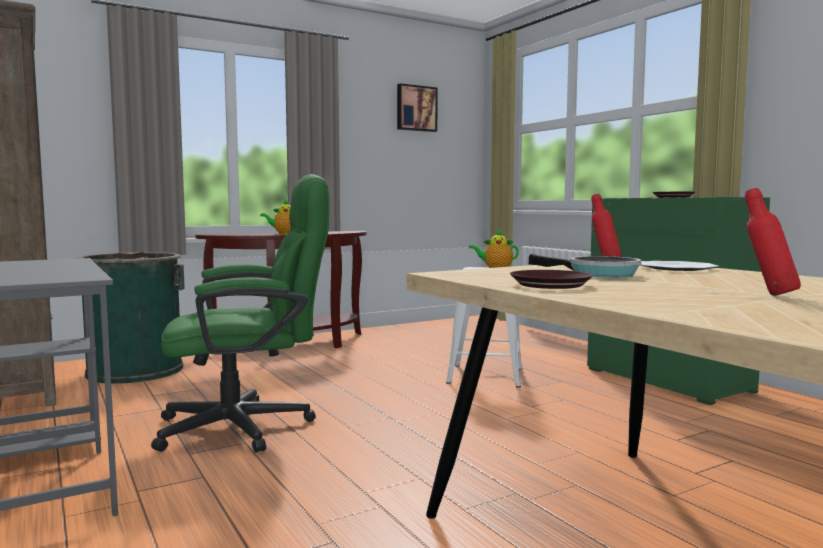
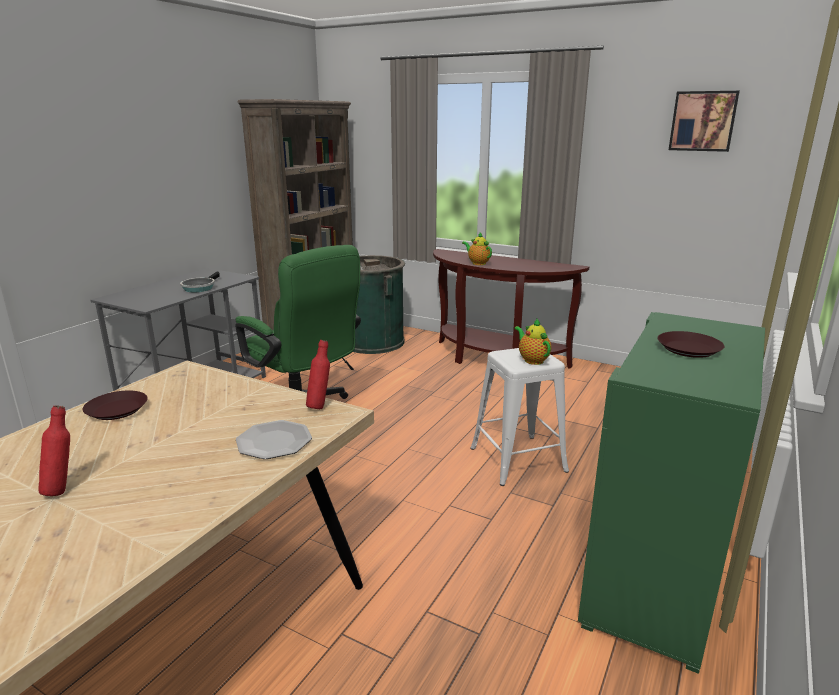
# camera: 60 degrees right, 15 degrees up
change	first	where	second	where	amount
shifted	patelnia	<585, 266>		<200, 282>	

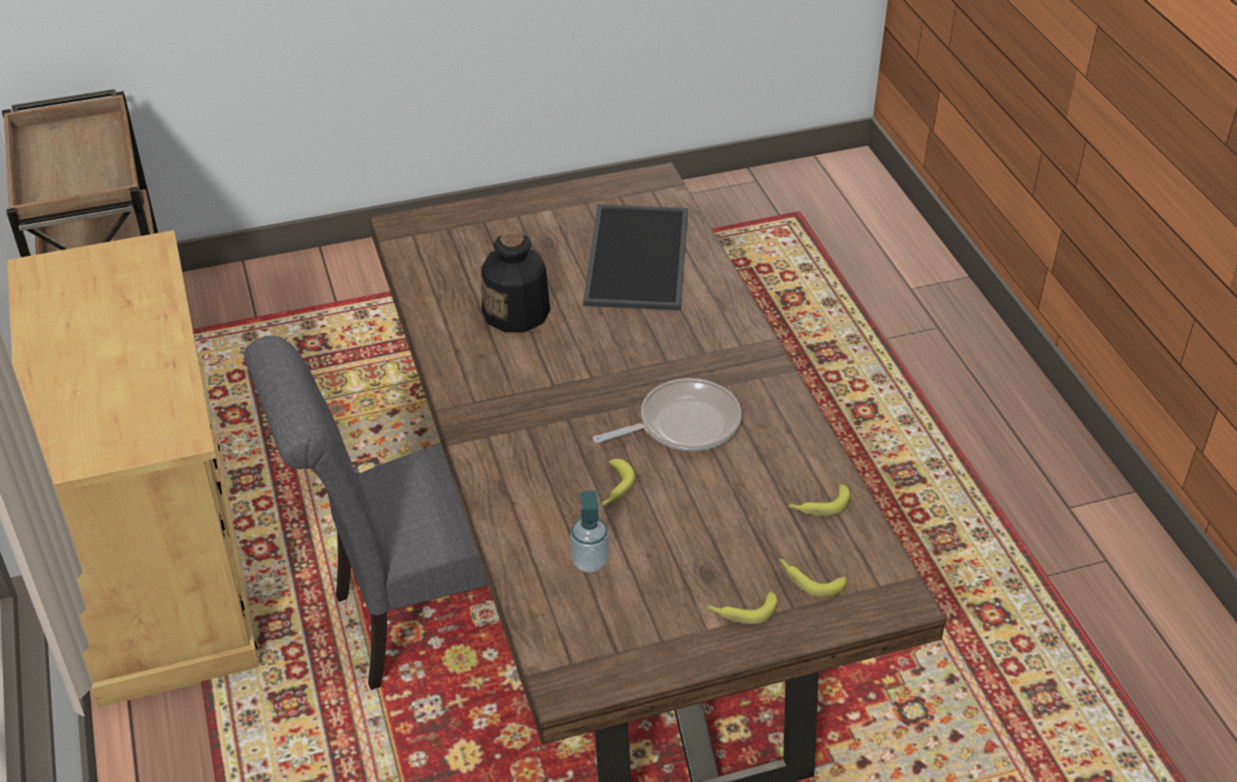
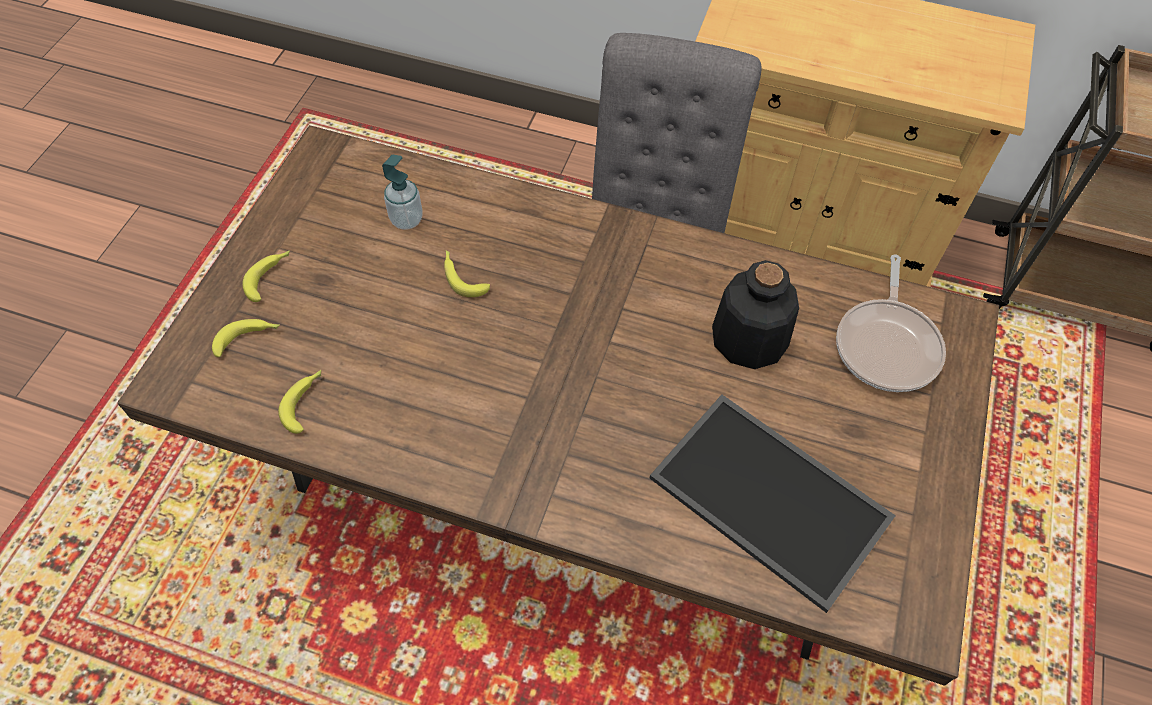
# camera: 125 degrees right, 15 degrees up
change	first	where	second	where	amount
shifted	patelnia	<667, 415>		<891, 323>	

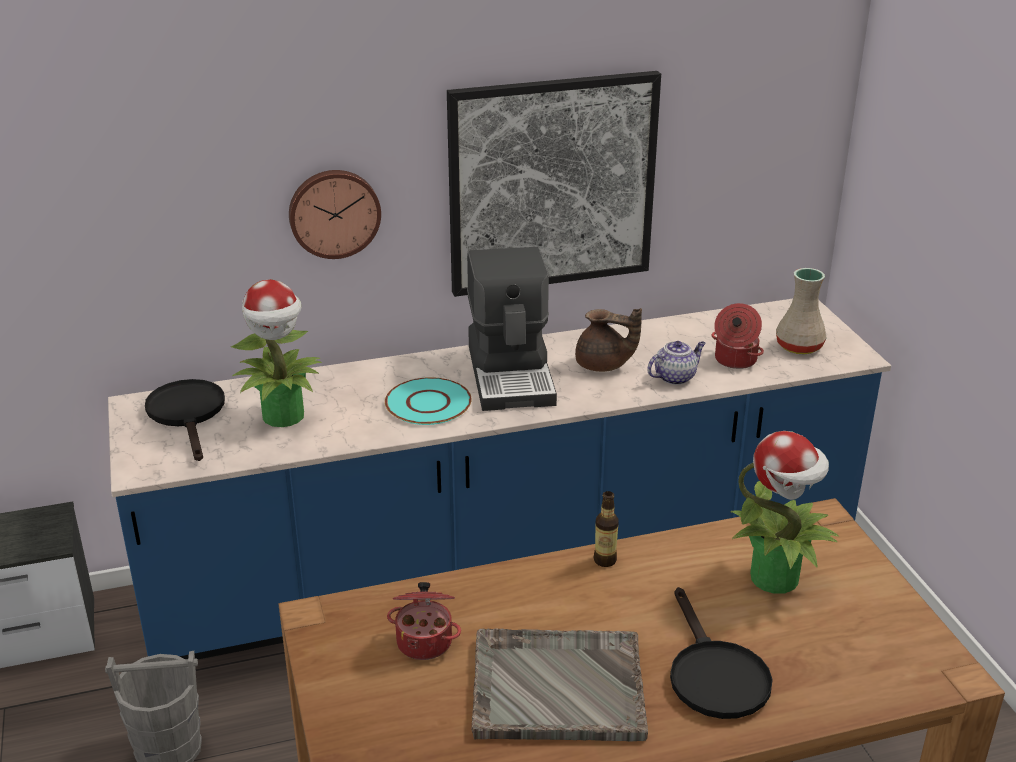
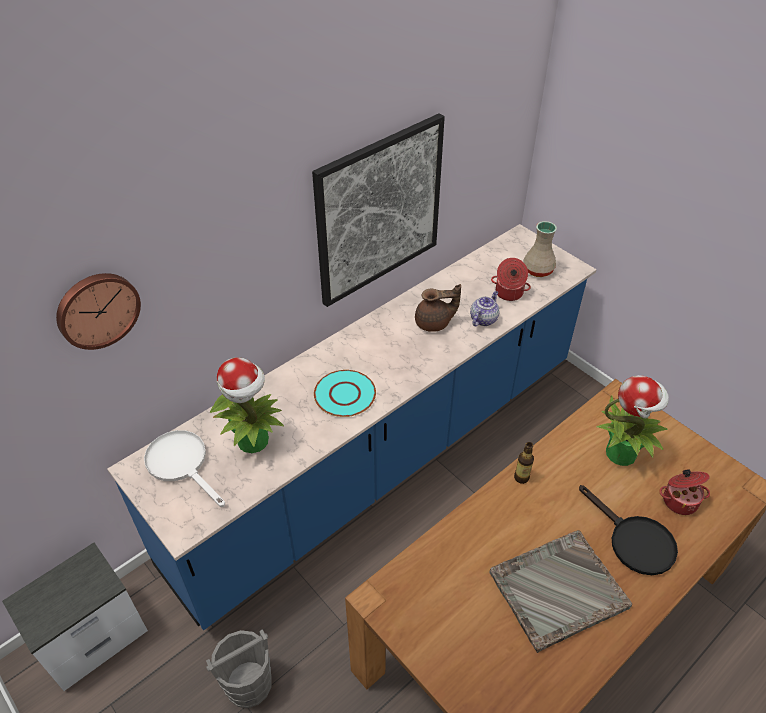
# camera: 25 degrees left, 15 degrees up
change	first	where	second	where	amount
shifted	zegar ścienny	<335, 214>		<98, 311>	
gone	ekspres do kawy	<512, 329>			
repainted	patelnia/czarny	<185, 420>	patelnia/biały	<184, 468>	
shifted	garnek	<424, 621>		<684, 492>	

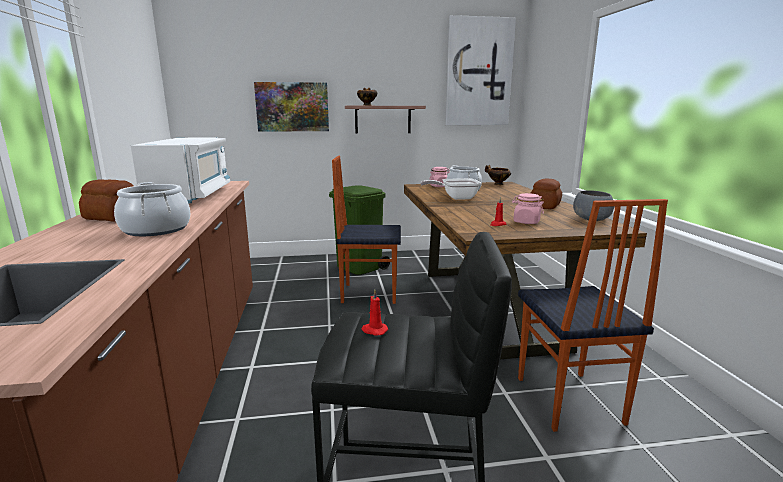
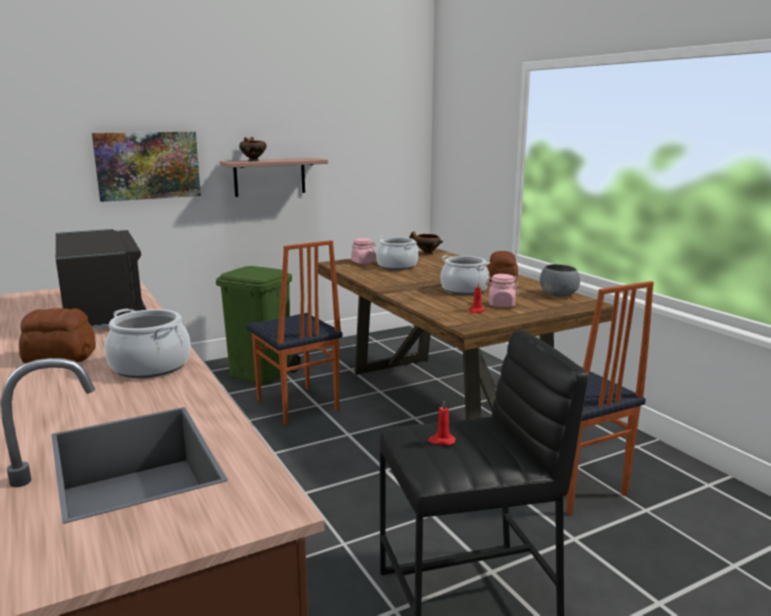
# camera: 20 degrees left, 0 degrees up
change	first	where	second	where	amount
gone	obraz	<480, 70>			
repainted	mikrofalówka/biały	<180, 170>	mikrofalówka/czarny	<101, 278>	
rotated	krzesło	<366, 230>		<295, 332>	105 degrees counterclockwise
gone	patelnia	<450, 189>			
new			garnek	<465, 275>	

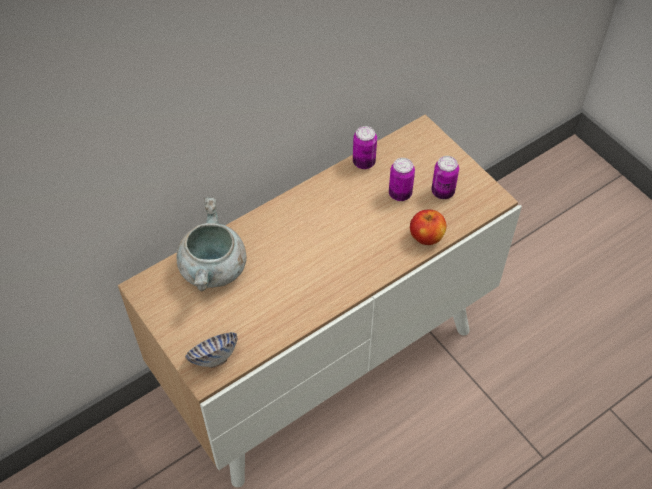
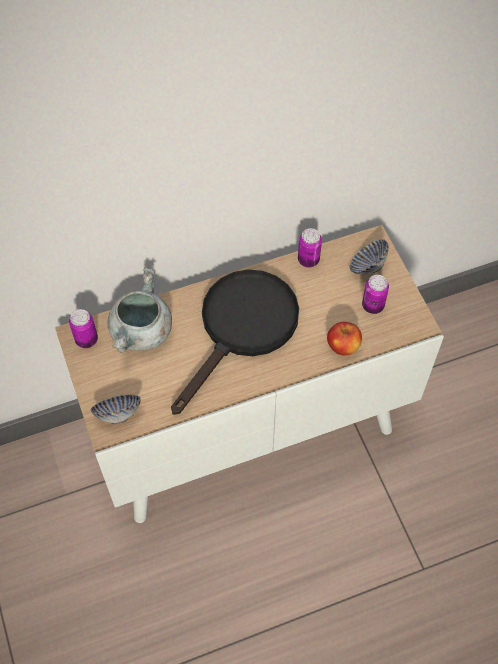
# camera: 15 degrees right, 5 degrees up
change	first	where	second	where	amount
shifted	puszka	<402, 179>		<83, 328>	
new			miska	<369, 256>	
new			patelnia/czarny	<235, 342>	

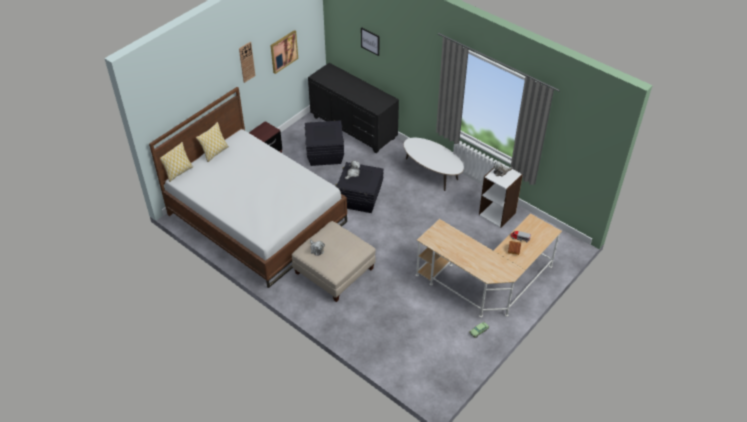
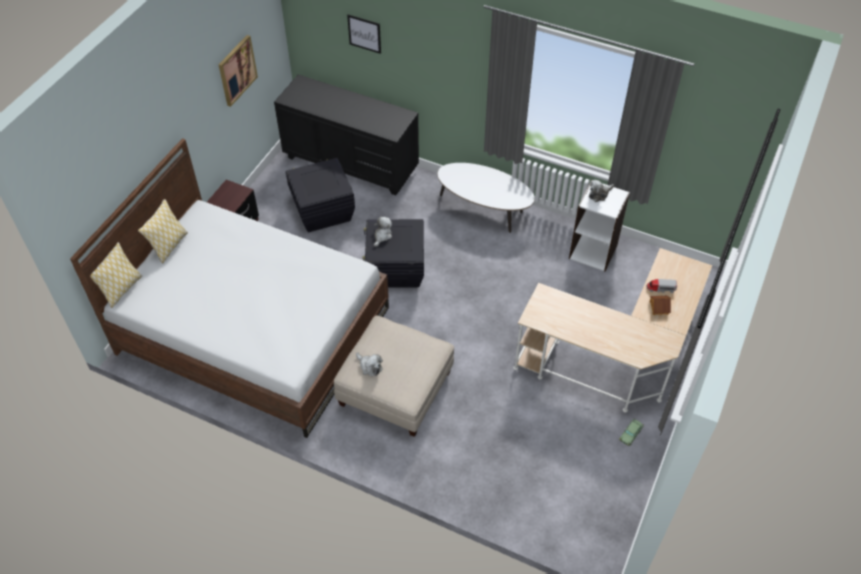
# camera: 15 degrees left, 5 degrees up
change	first	where	second	where	amount
gone	zegar ścienny	<247, 62>			

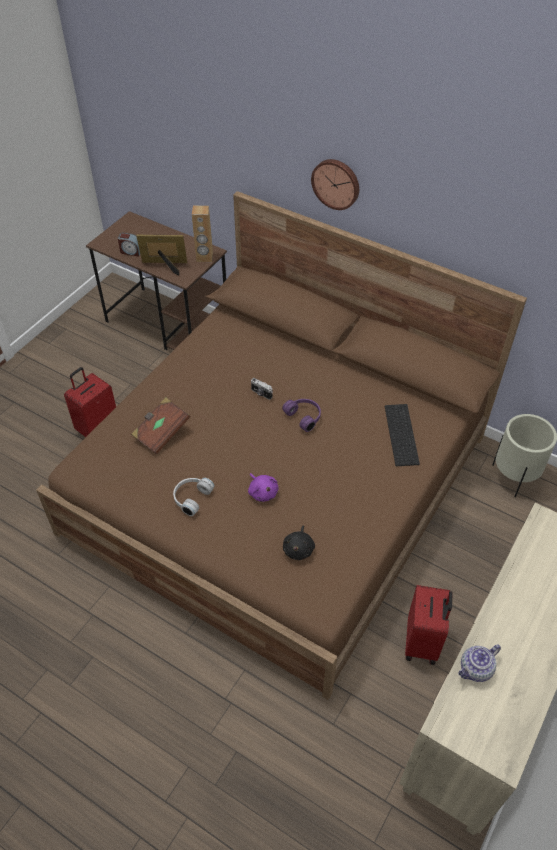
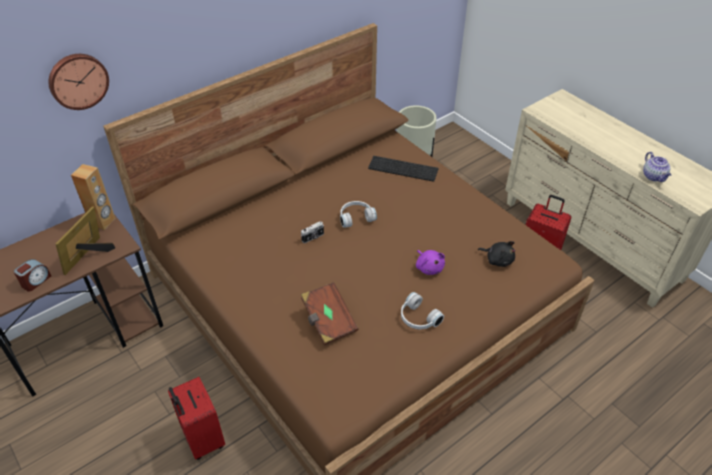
# camera: 70 degrees left, 5 degrees down
change	first	where	second	where	amount
shifted	zegar ścienny	<335, 184>		<78, 82>	
repainted	słuchawki/fioletowy	<301, 415>	słuchawki/biały	<358, 214>	
rotated	pluszak/fioletowy	<263, 487>		<430, 262>	75 degrees clockwise

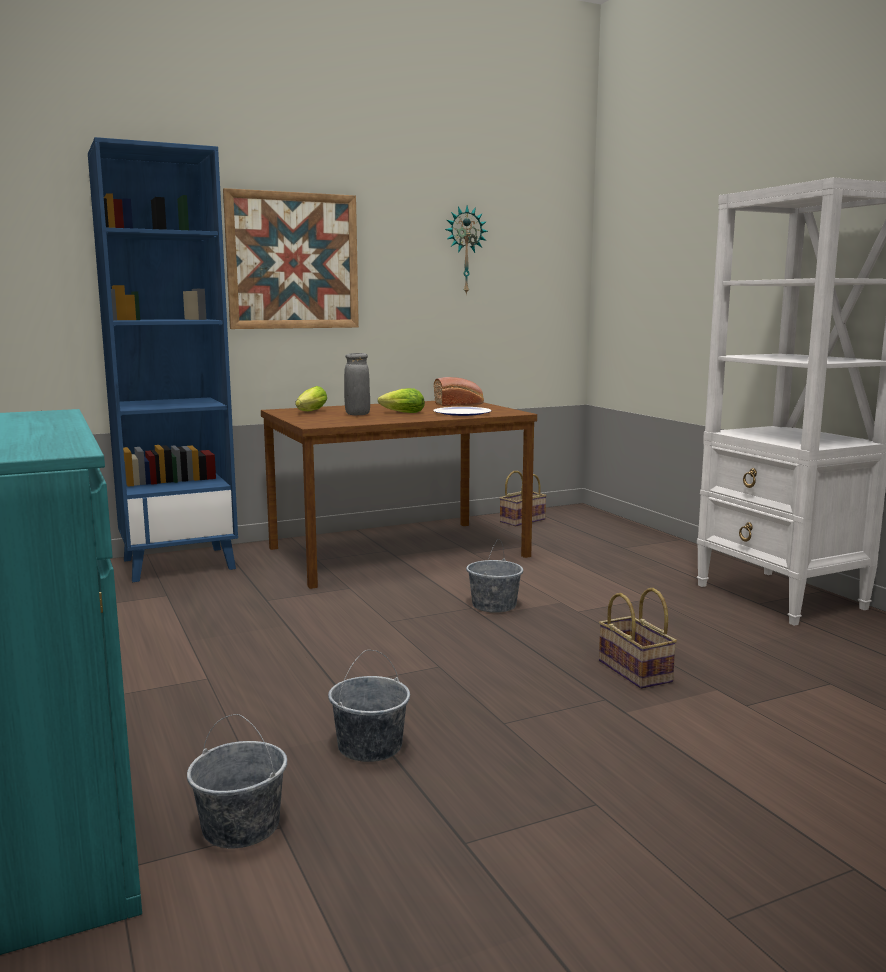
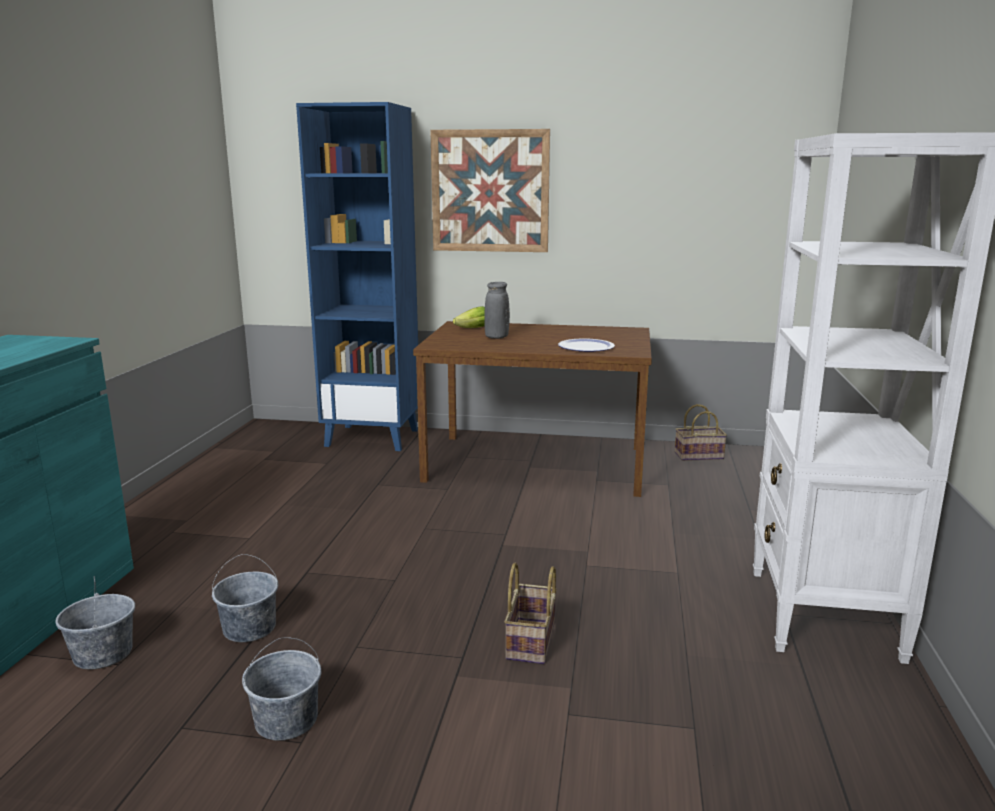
# camera: 35 degrees right, 5 degrees up
change	first	where	second	where	amount
gone	zegar ścienny	<466, 250>			
gone	chleb	<459, 391>			
gone	sałata	<401, 400>			
shifted	wiadro/szary	<494, 576>		<282, 689>	

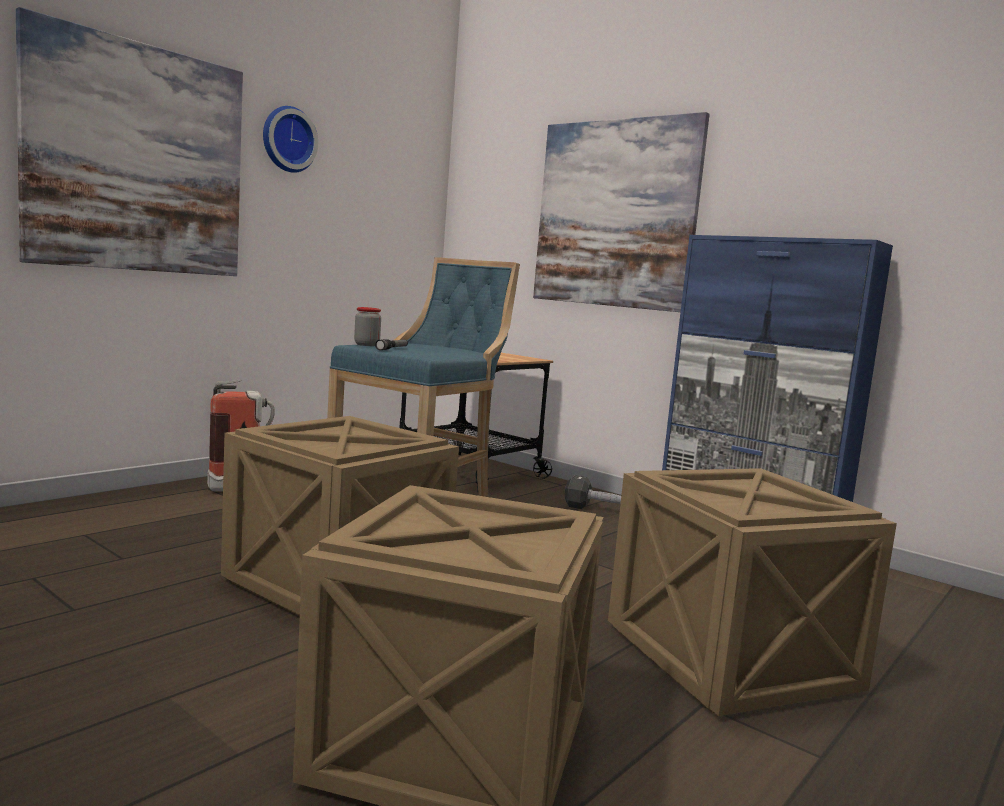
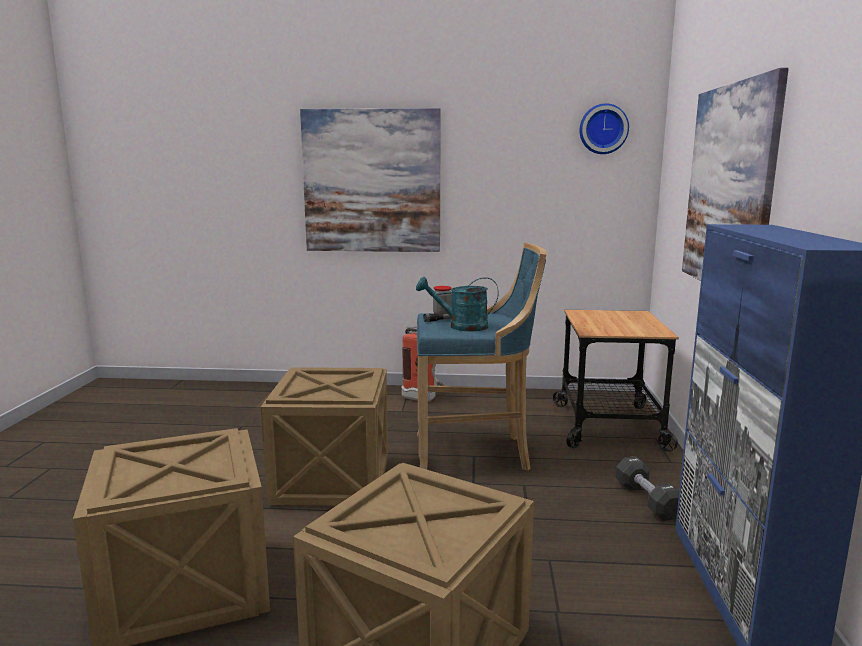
# camera: 55 degrees right, 5 degrees up
change	first	where	second	where	amount
shifted	zegar ścienny	<290, 139>		<604, 128>	
new			konewka/turkusowy	<457, 304>	

